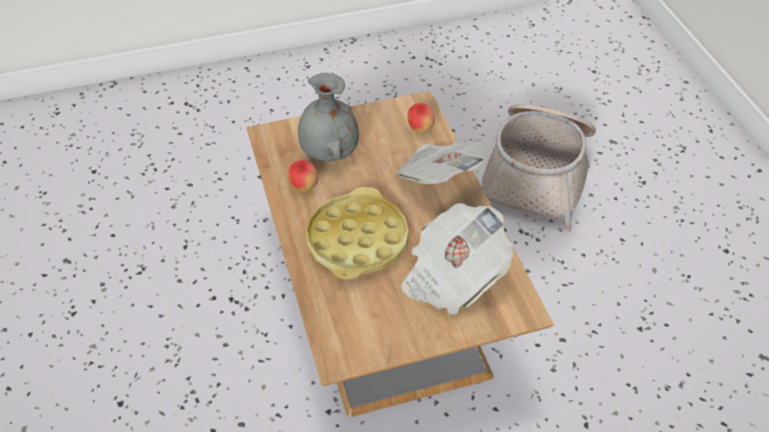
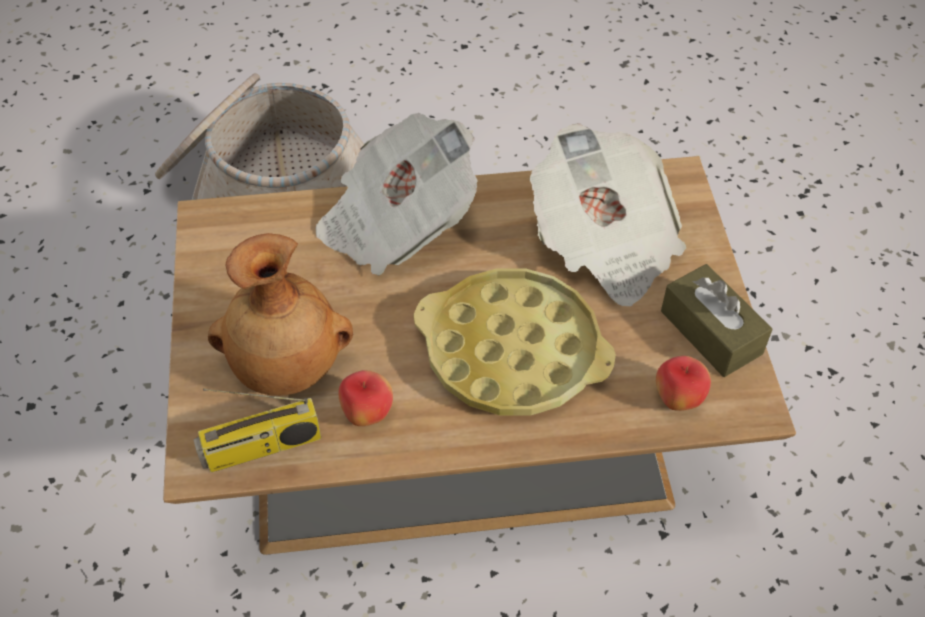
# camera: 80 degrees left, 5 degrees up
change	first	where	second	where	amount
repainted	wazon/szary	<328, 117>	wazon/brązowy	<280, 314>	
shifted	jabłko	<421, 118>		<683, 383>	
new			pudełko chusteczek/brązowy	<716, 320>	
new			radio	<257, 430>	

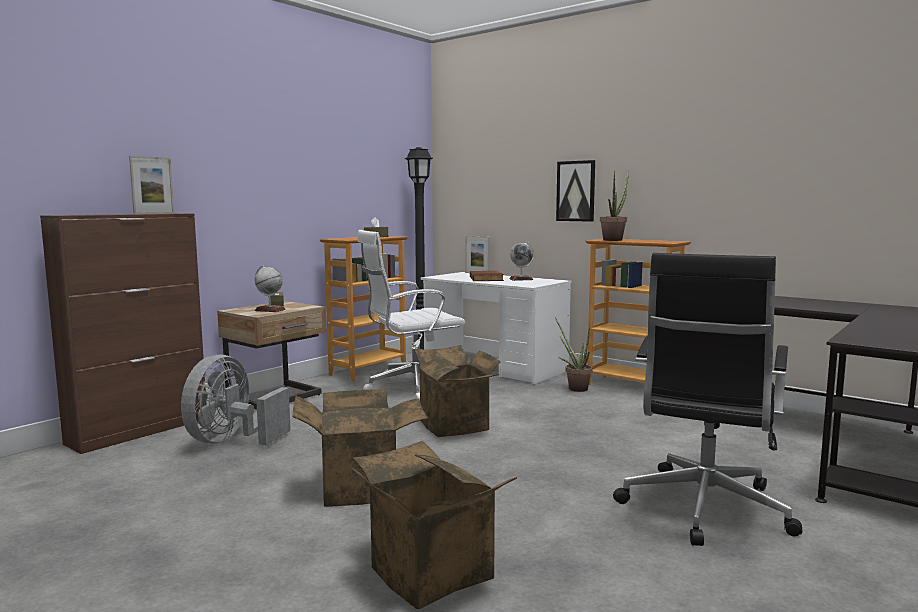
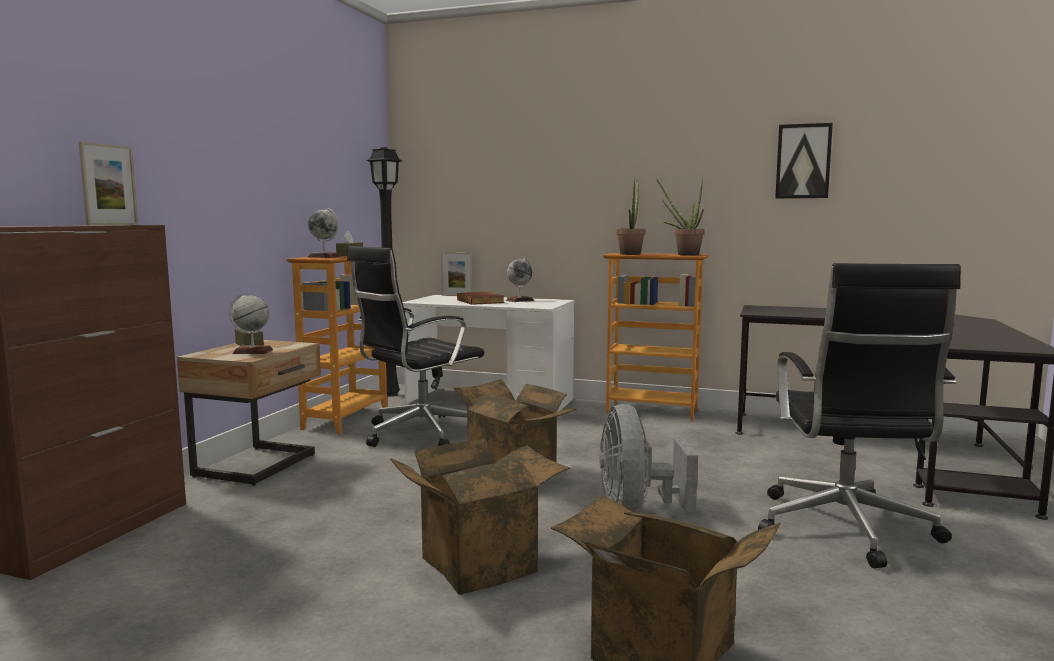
# camera: 20 degrees left, 0 degrees up
change	first	where	second	where	amount
shifted	obraz	<575, 191>		<804, 161>	
repainted	krzesło biurowe/biały	<411, 315>	krzesło biurowe/czarny	<415, 346>	
shifted	roślina doniczkowa	<574, 355>		<680, 216>	
shifted	wentylator/szary	<236, 400>		<648, 458>	
new			globus	<324, 233>	

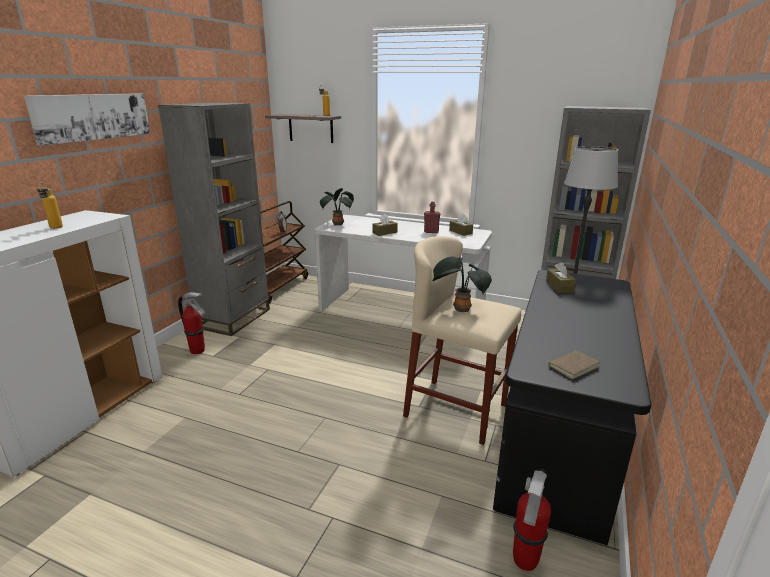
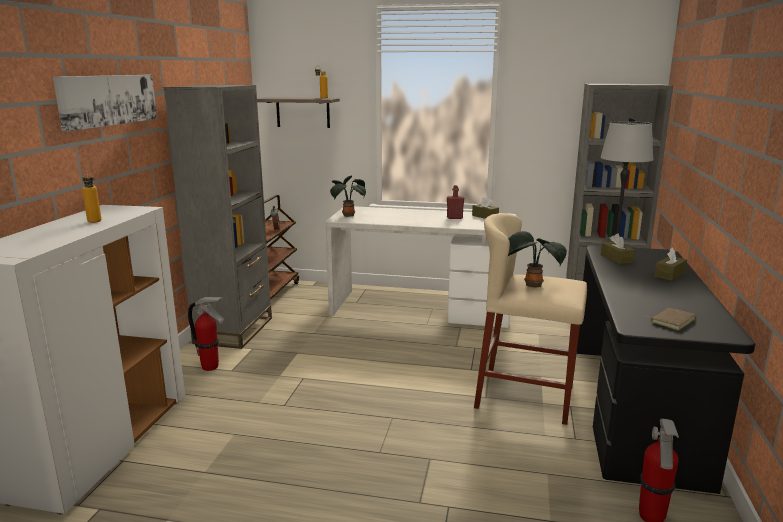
# camera: 10 degrees left, 5 degrees down
change	first	where	second	where	amount
shifted	pudełko chusteczek/brązowy	<385, 225>		<670, 264>	

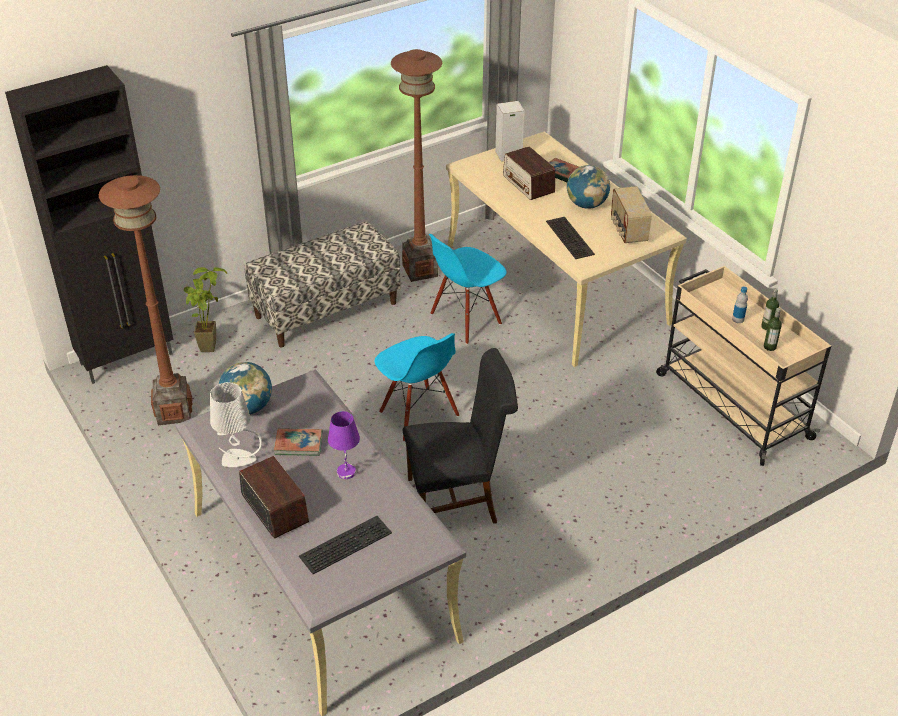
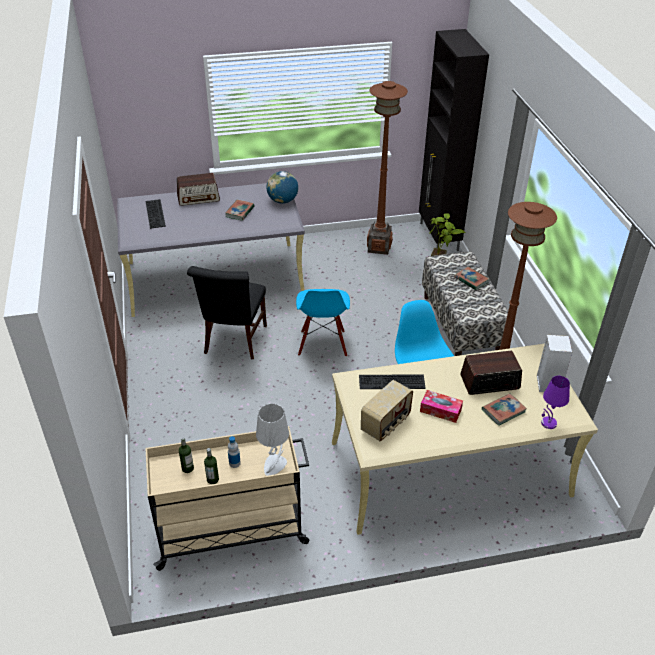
# camera: 110 degrees right, 0 degrees up
change	first	where	second	where	amount
swapped	globus	<588, 187>	pudełko chusteczek	<441, 406>	
rotated	radio	<631, 214>		<387, 410>	120 degrees clockwise
rotated	krzesło/niebieski	<416, 387>		<323, 323>	75 degrees counterclockwise
shifted	lampa stołowa/szary	<236, 424>		<272, 439>	
shifted	lampa stołowa/fioletowy	<344, 445>		<555, 402>	
new			książka	<472, 278>	

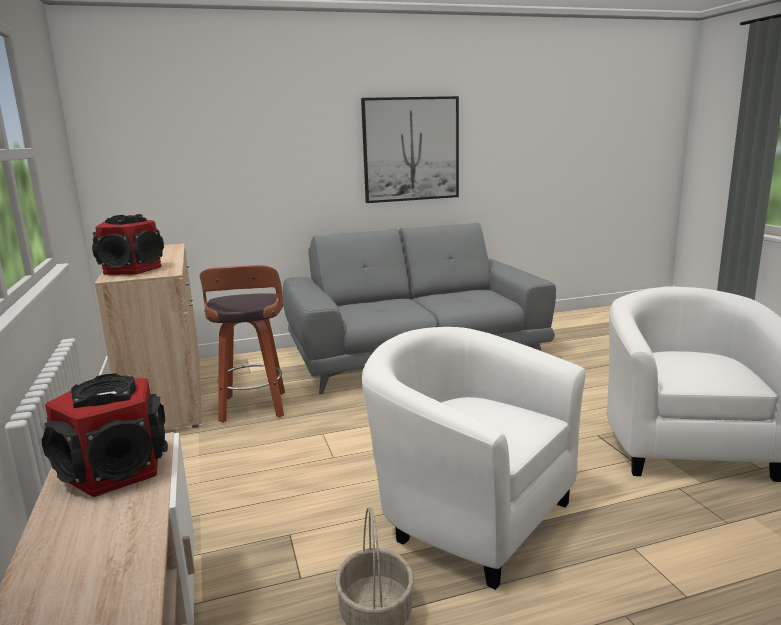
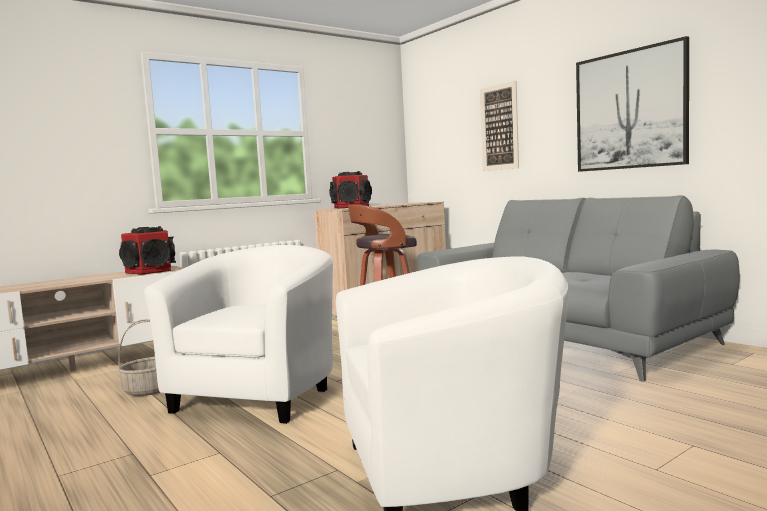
# camera: 70 degrees right, 10 degrees down
change	first	where	second	where	amount
new			obraz	<499, 126>	

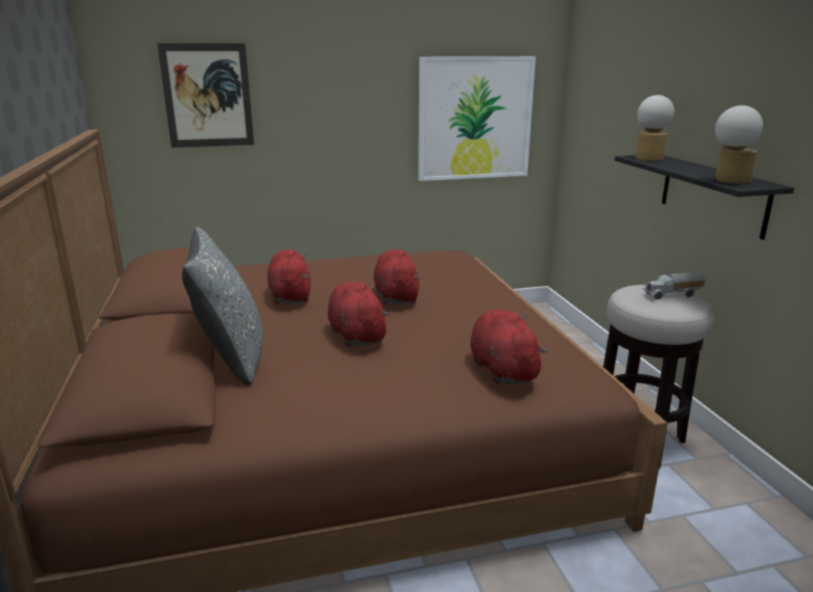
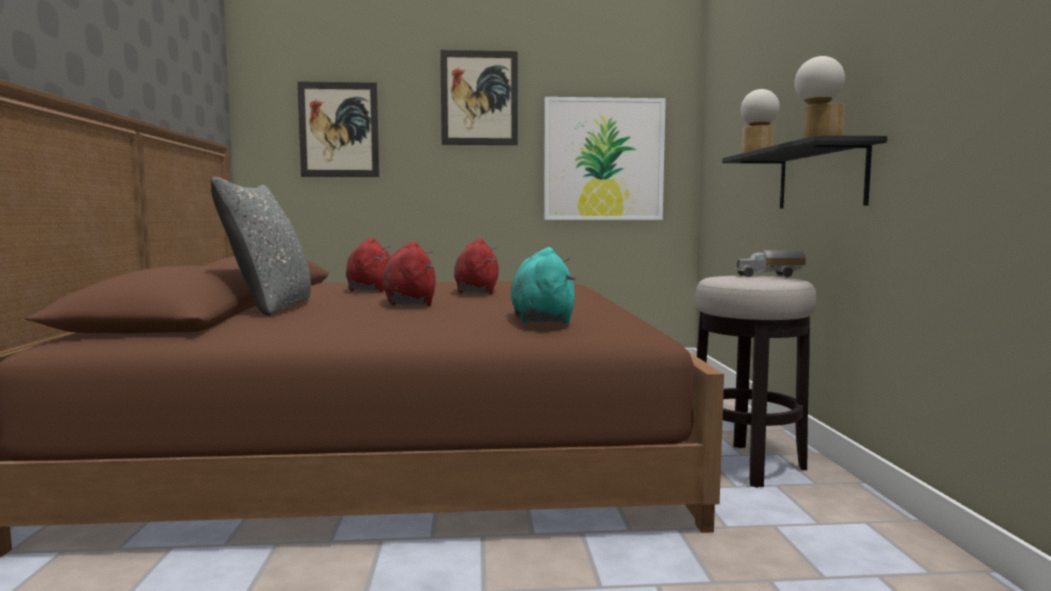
# camera: 10 degrees right, 15 degrees down
change	first	where	second	where	amount
repainted	pluszak/czerwony	<509, 346>	pluszak/turkusowy	<543, 285>	
new			obraz	<479, 97>	

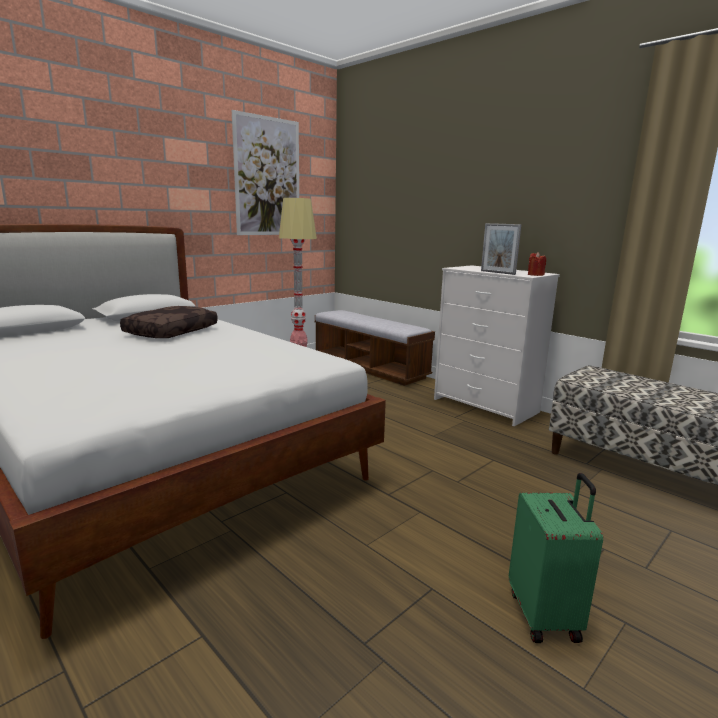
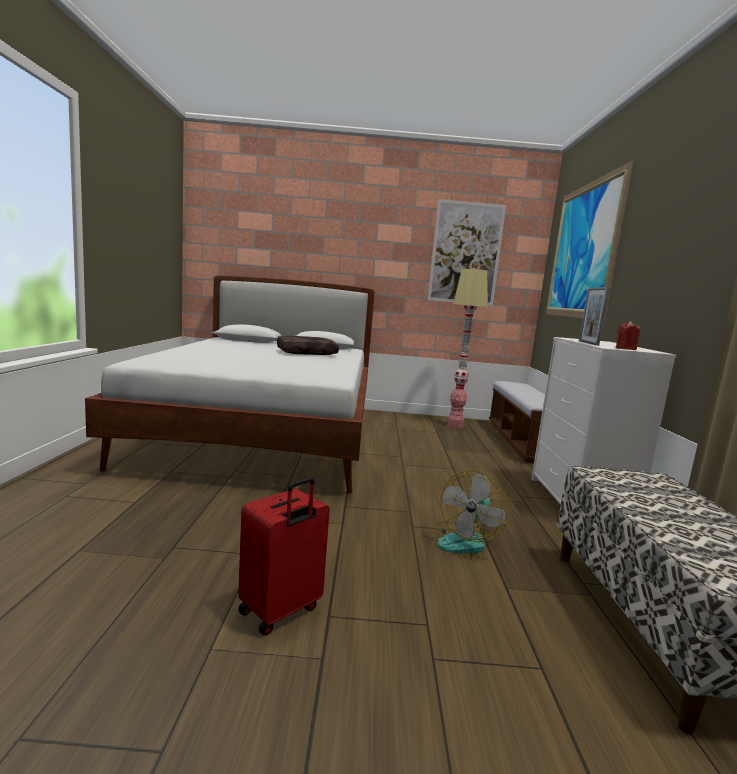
# camera: 45 degrees right, 5 degrees down
change	first	where	second	where	amount
repainted	walizka/zielony	<556, 558>	walizka/czerwony	<284, 556>	
new			obraz	<590, 240>	
new			wentylator	<472, 511>	

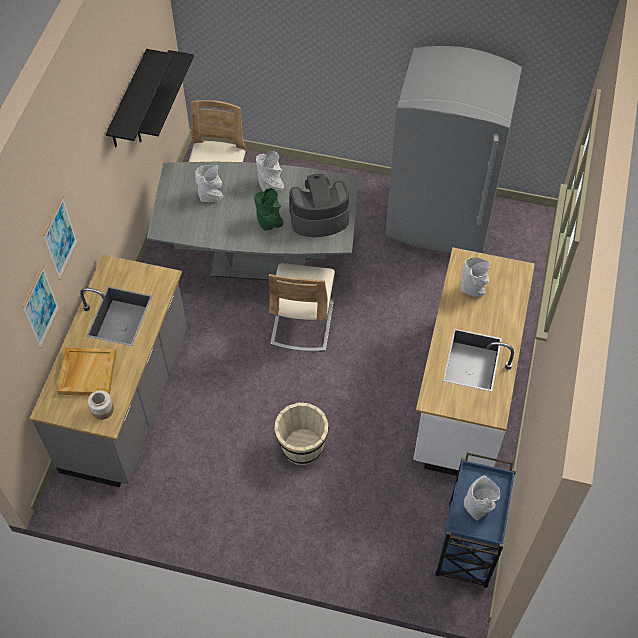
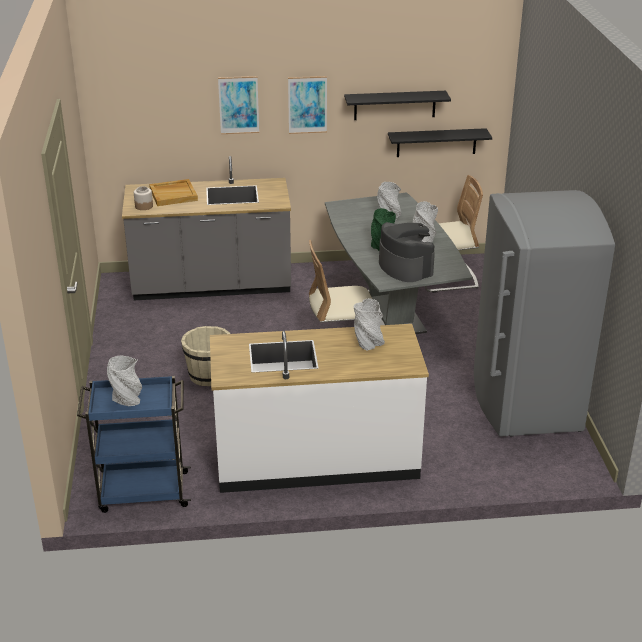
# camera: 70 degrees right, 25 degrees down
change	first	where	second	where	amount
shifted	obraz	<40, 306>		<307, 105>	

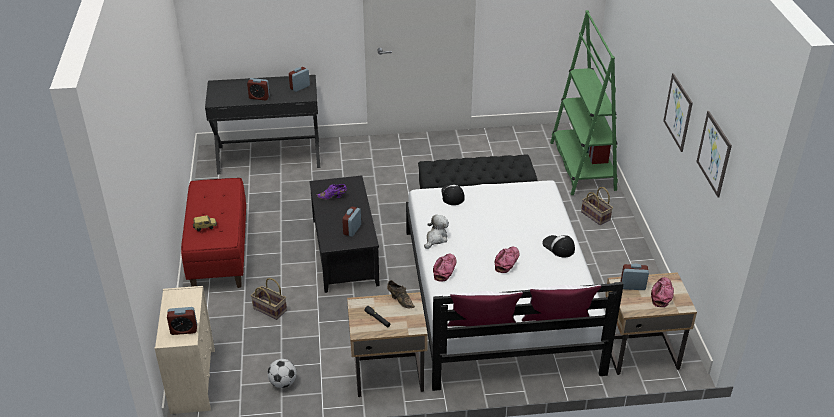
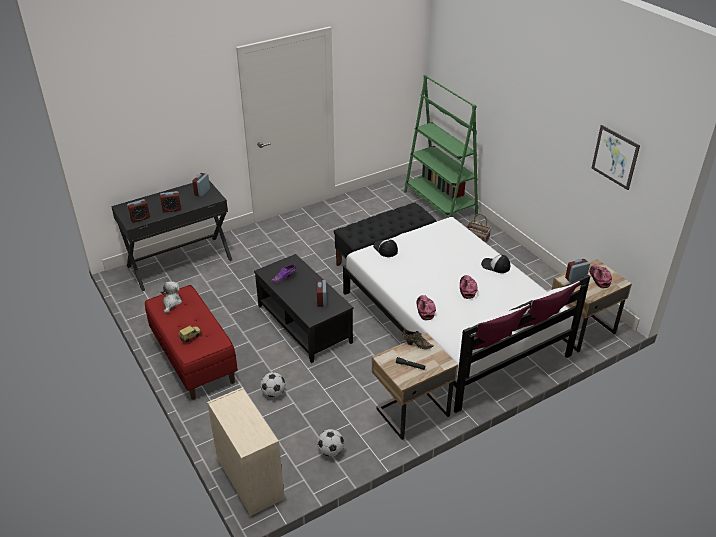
# camera: 25 degrees left, 0 degrees up
change	first	where	second	where	amount
gone	obraz	<678, 112>			
shifted	pluszak	<436, 232>		<171, 297>	
swapped	koszyk	<269, 299>	piłka futbolowa	<272, 384>	
shifted	budzik	<182, 321>		<138, 211>	

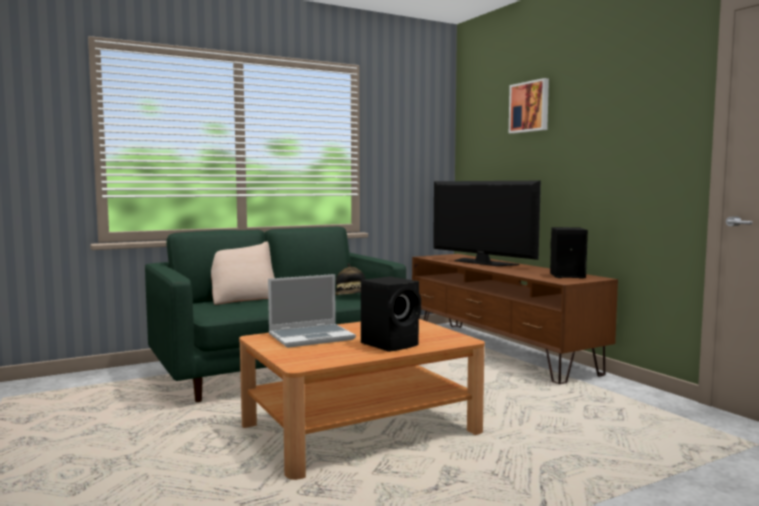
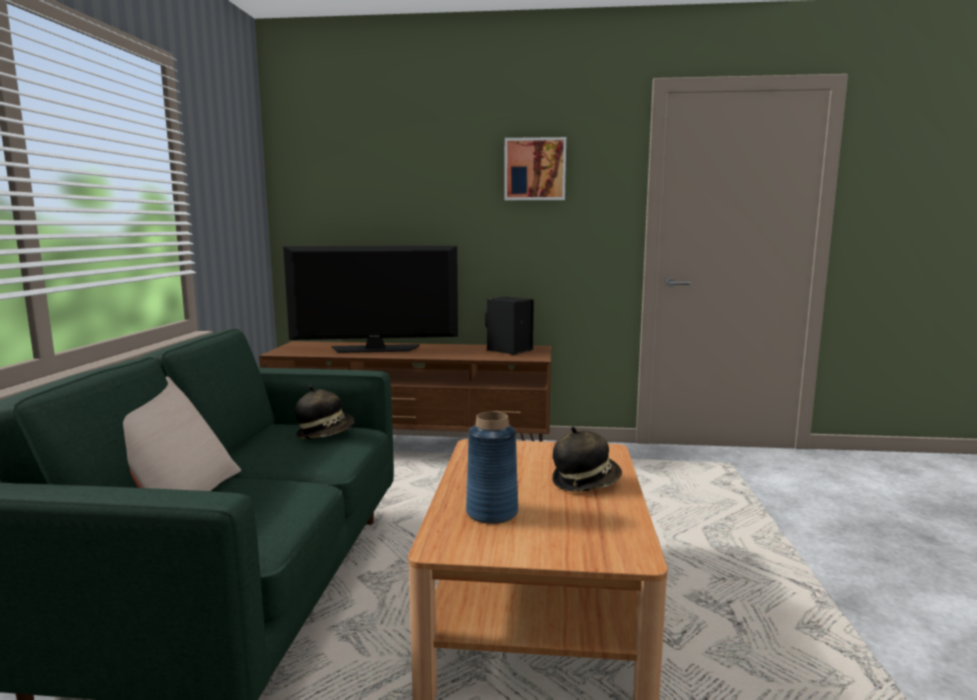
# camera: 55 degrees left, 5 degrees up
change	first	where	second	where	amount
shifted	obraz	<529, 106>		<535, 168>	
swapped	laptop	<312, 311>	wazon/niebieski	<492, 467>	
swapped	głośnik/czarny	<391, 314>	kapelusz	<587, 459>	

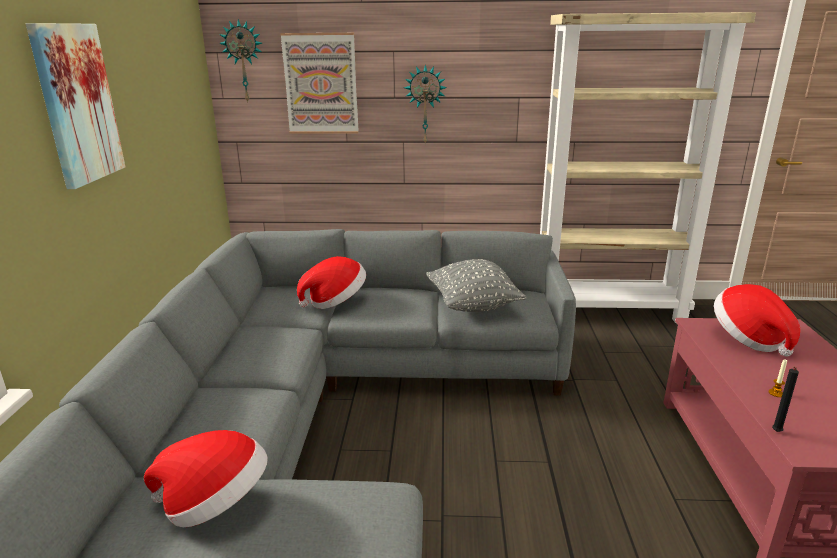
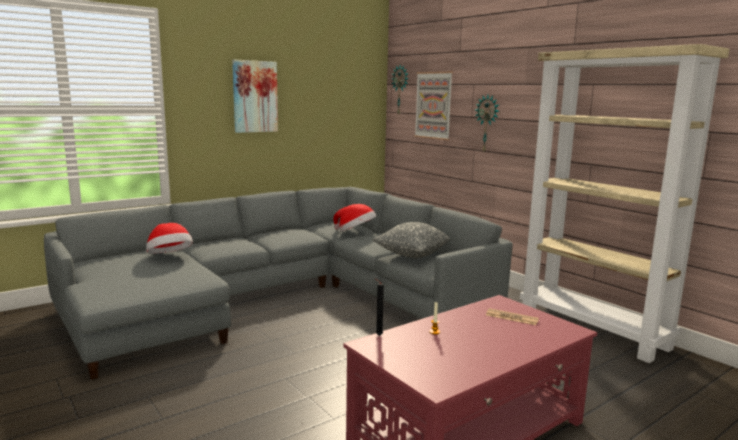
# camera: 50 degrees right, 10 degrees down
change	first	where	second	where	amount
swapped	kapelusz	<757, 320>	gazeta	<512, 316>	

